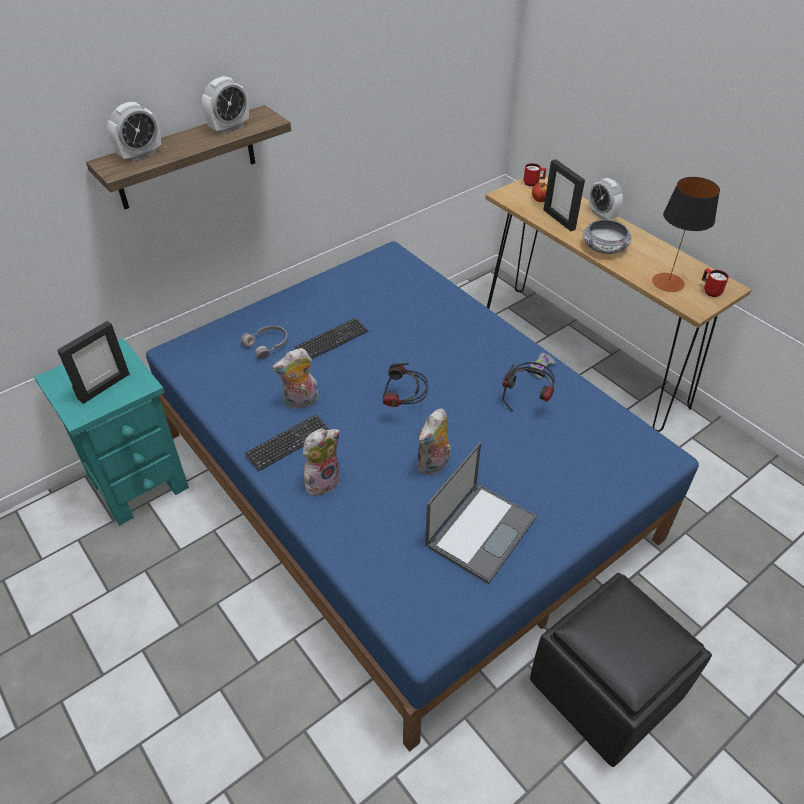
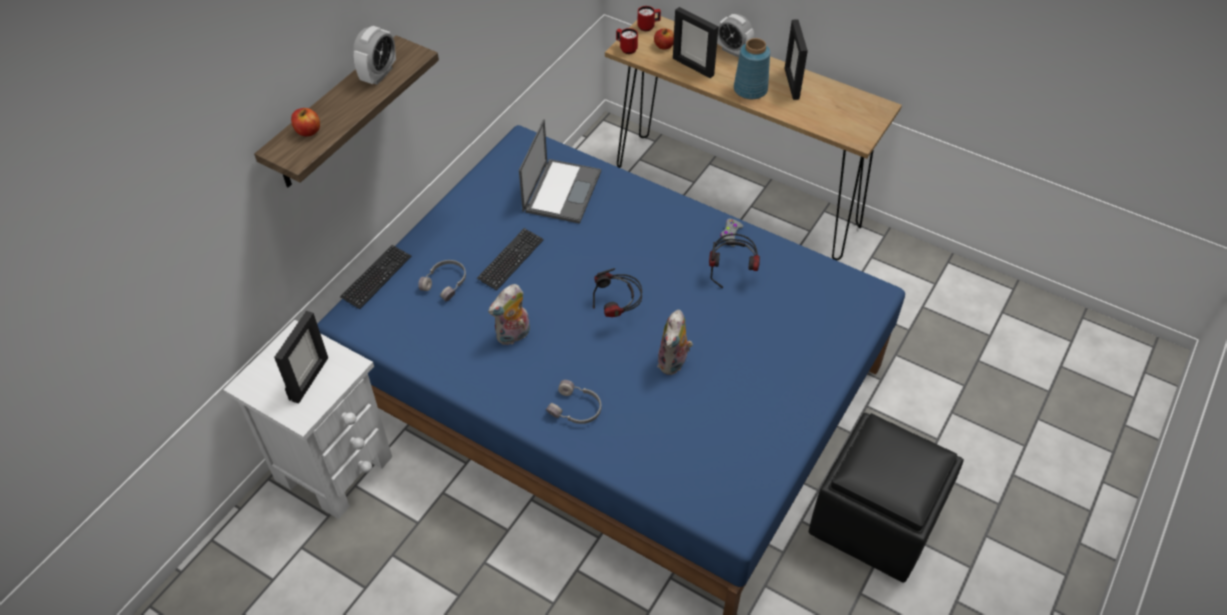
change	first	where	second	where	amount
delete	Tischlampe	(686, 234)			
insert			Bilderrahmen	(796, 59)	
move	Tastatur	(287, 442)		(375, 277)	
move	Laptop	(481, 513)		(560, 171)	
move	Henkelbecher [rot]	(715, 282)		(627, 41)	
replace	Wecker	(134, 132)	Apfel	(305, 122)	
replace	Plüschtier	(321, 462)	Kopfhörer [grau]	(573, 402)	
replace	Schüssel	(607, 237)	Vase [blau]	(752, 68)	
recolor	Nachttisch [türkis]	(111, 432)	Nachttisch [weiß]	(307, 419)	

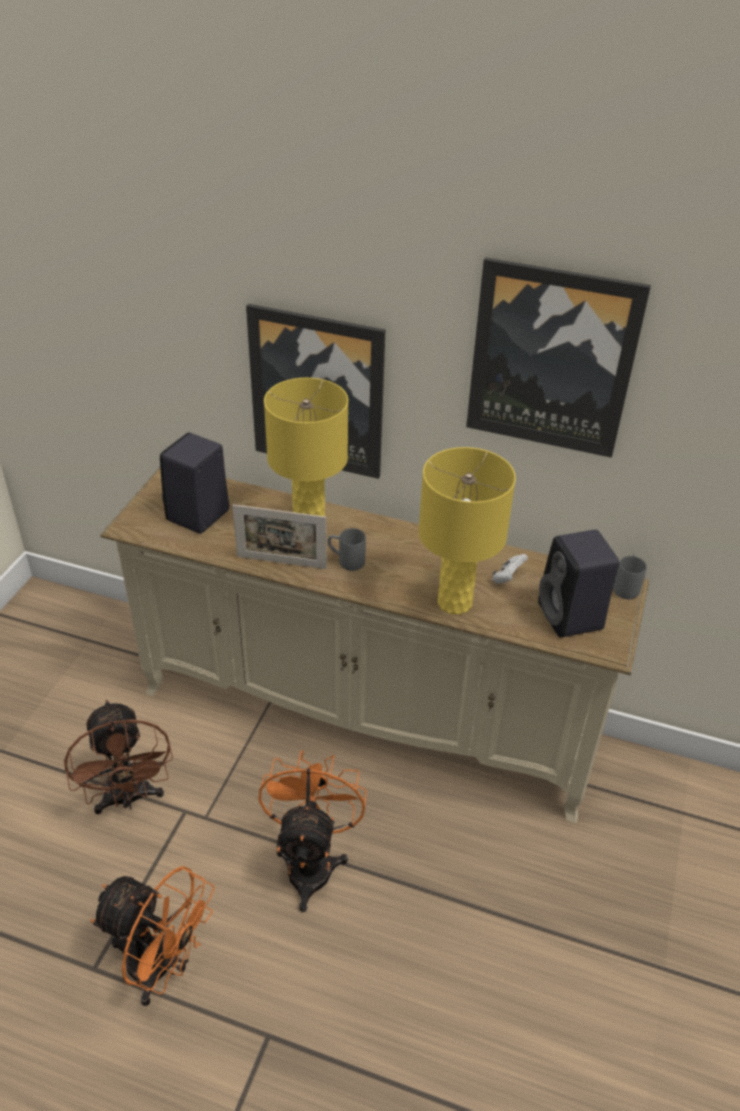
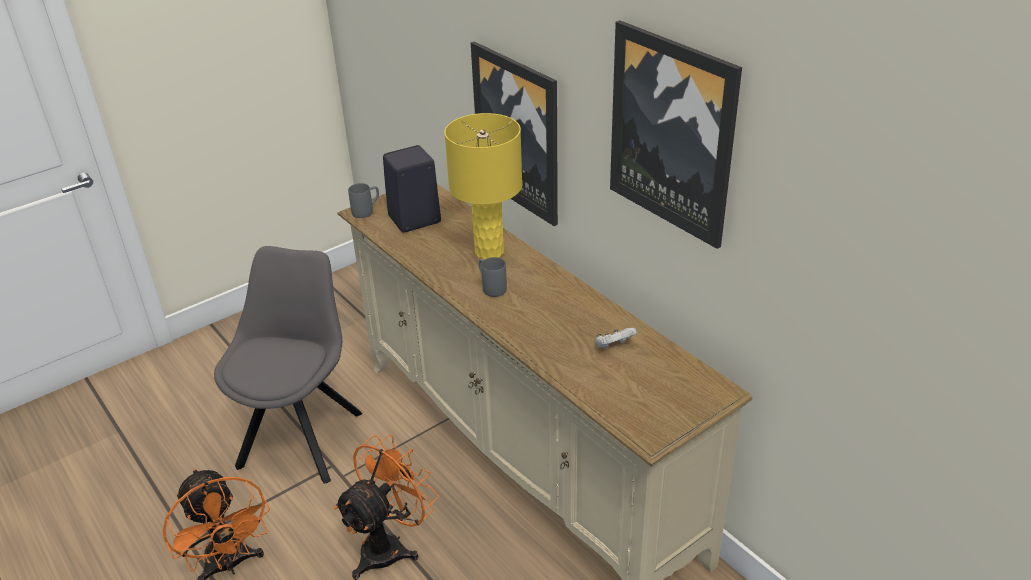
change	first	where	second	where	amount
delete	Bilderrahmen	(279, 536)			
delete	Tischlampe [gelb]	(467, 531)			
delete	Lautsprecher [schwarz]	(578, 583)			
move	Henkelbecher [grau]	(630, 576)		(363, 200)	
replace	Ventilator [braun]	(118, 757)	Stuhl [grau]	(288, 365)	

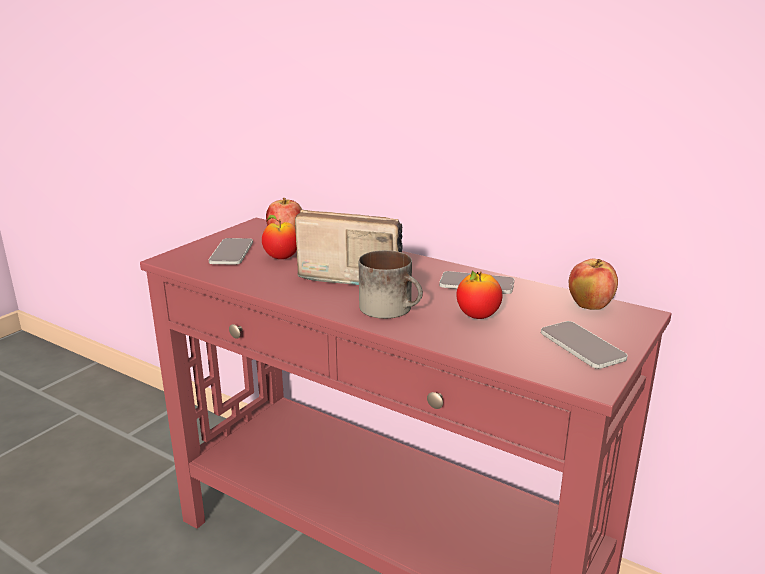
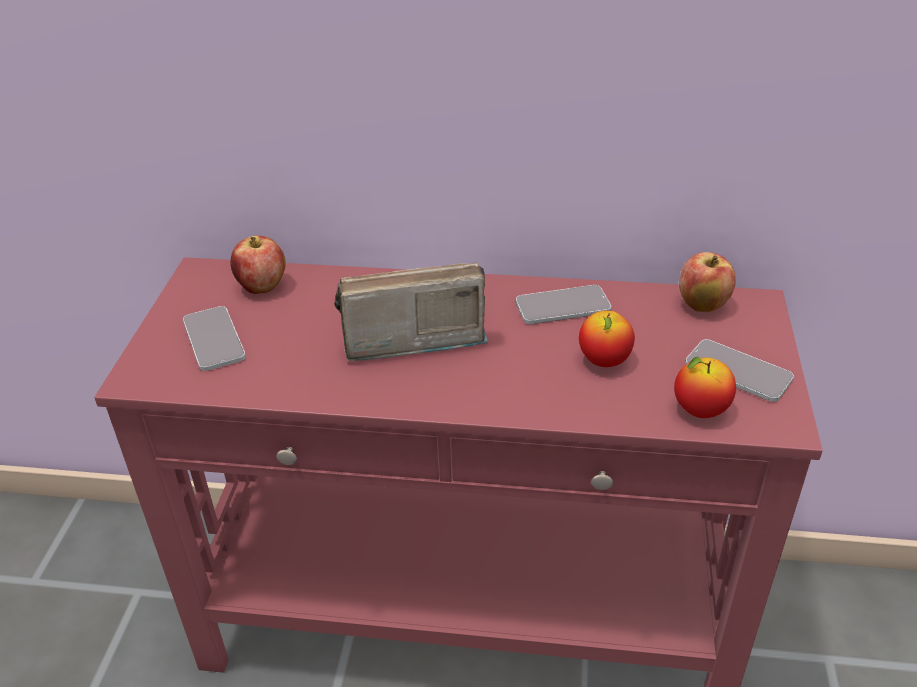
change	first	where	second	where	amount
delete	Henkelbecher	(391, 284)			
move	Apfel	(279, 237)		(705, 387)	

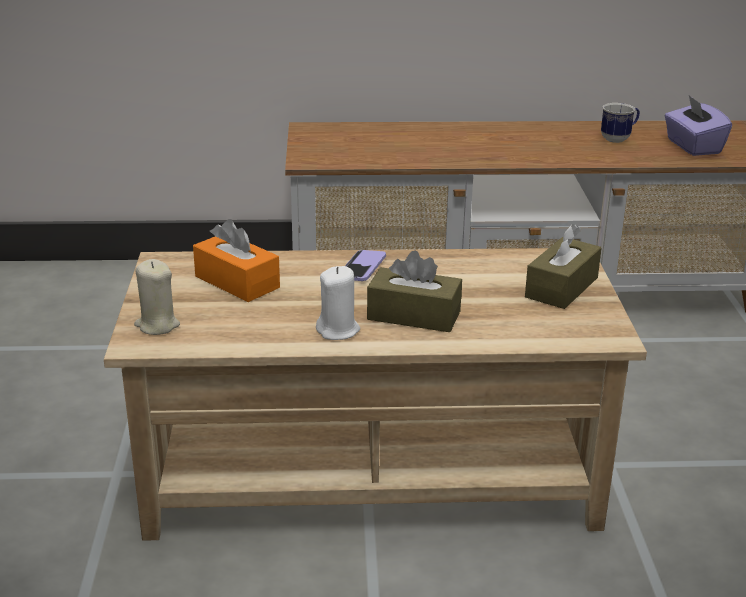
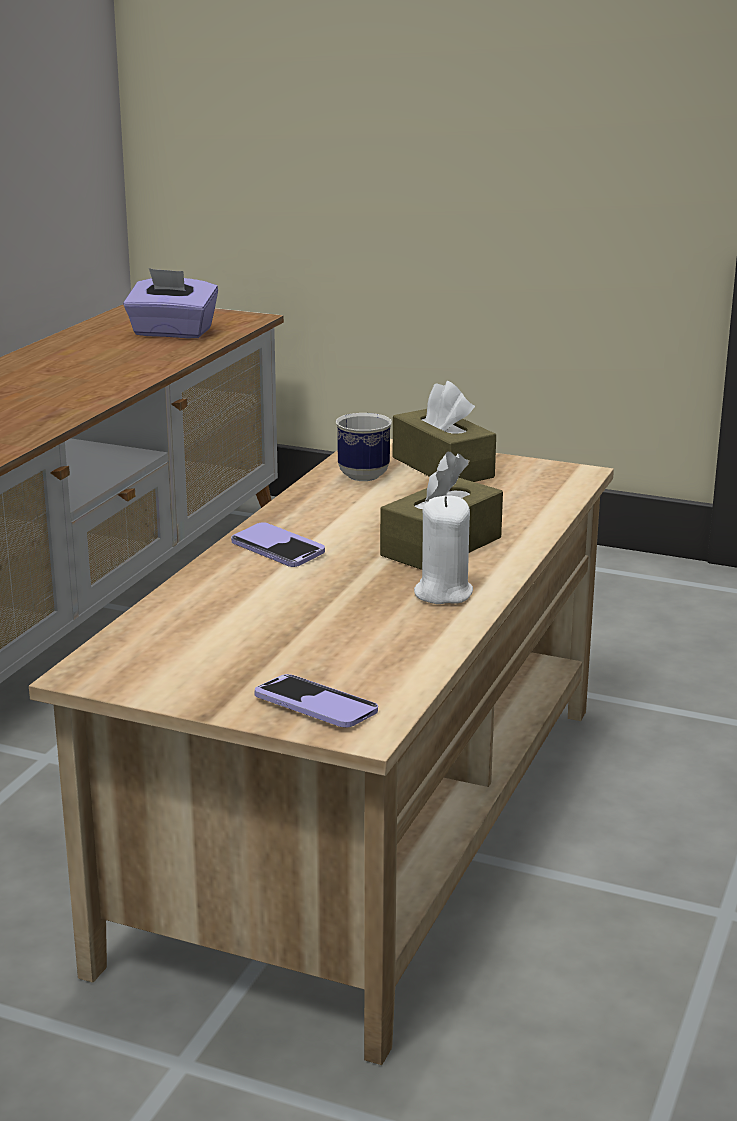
change	first	where	second	where	amount
delete	Taschentuchbox [orange]	(236, 260)			
move	Henkelbecher	(620, 123)		(364, 447)	
replace	Kerze [beige]	(157, 297)	Handy	(316, 701)	

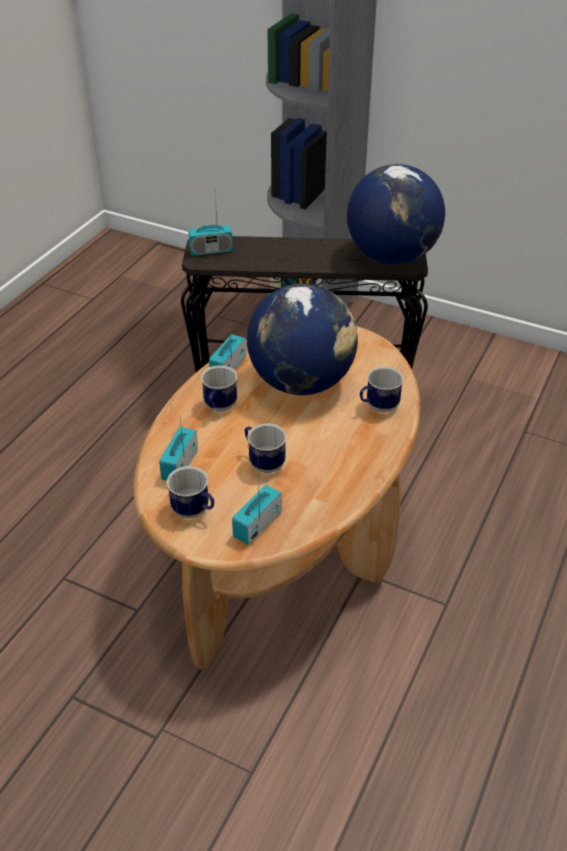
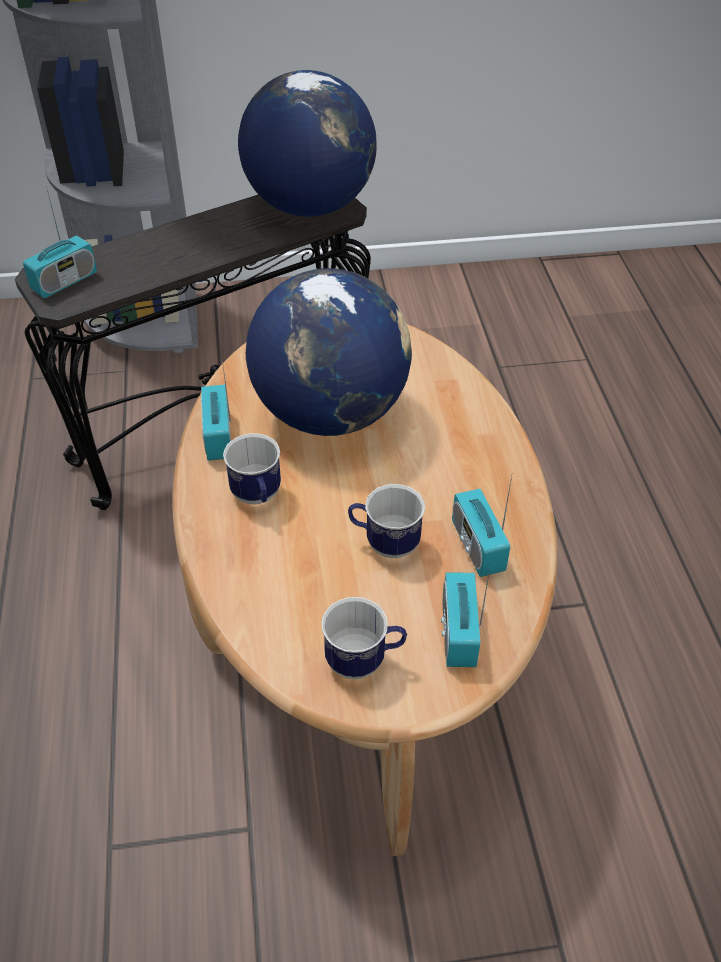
change	first	where	second	where	amount
delete	Henkelbecher	(382, 389)			
move	Radio	(178, 450)		(482, 524)	

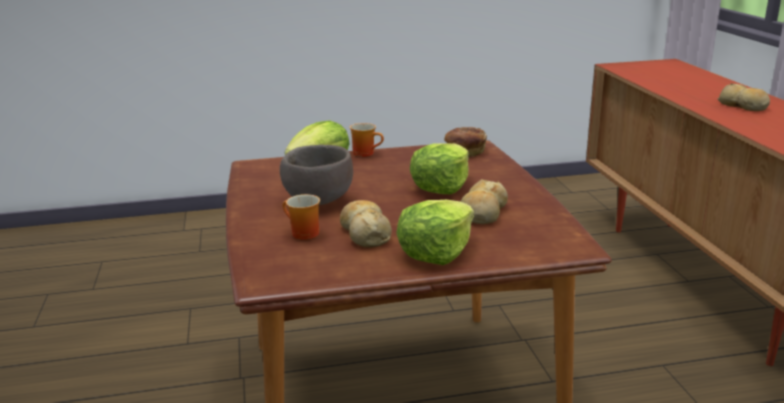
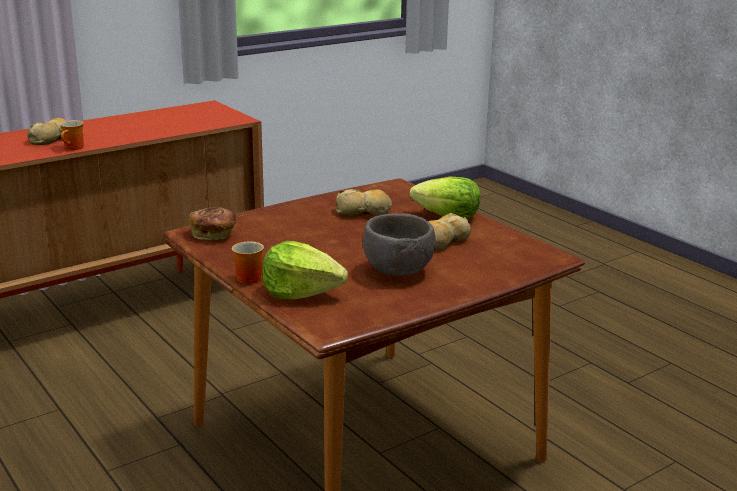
change	first	where	second	where	amount
delete	Salatkopf	(439, 168)			
move	Henkelbecher	(301, 217)		(72, 135)	

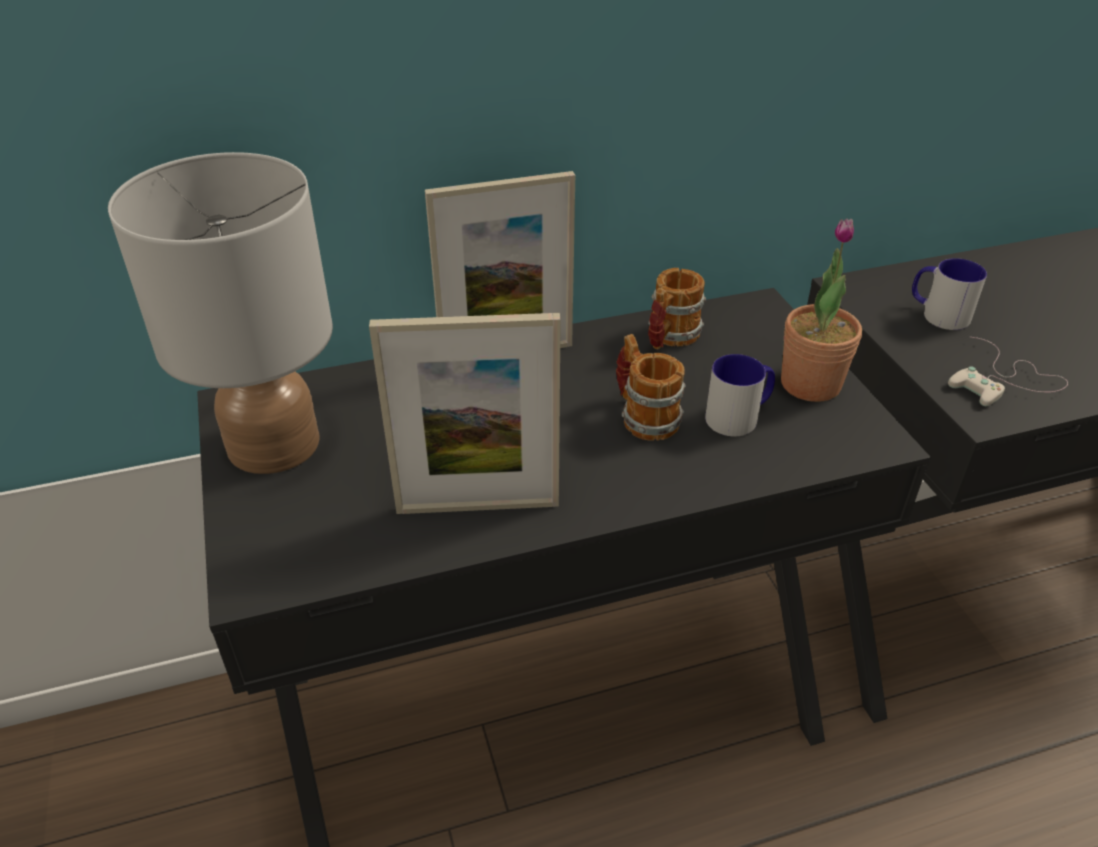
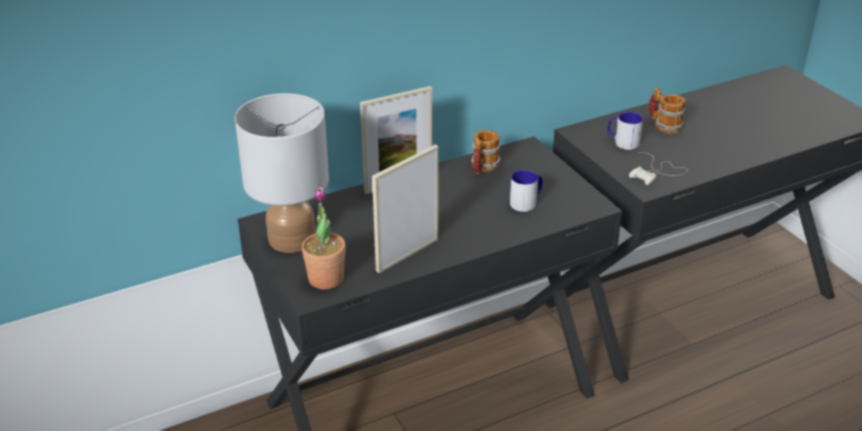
change	first	where	second	where	amount
move	Henkelbecher	(651, 387)		(667, 110)	
move	Topfpflanze	(821, 310)		(324, 238)	
rotate	Bilderrahmen	(465, 413)		(405, 209)	150 degrees clockwise

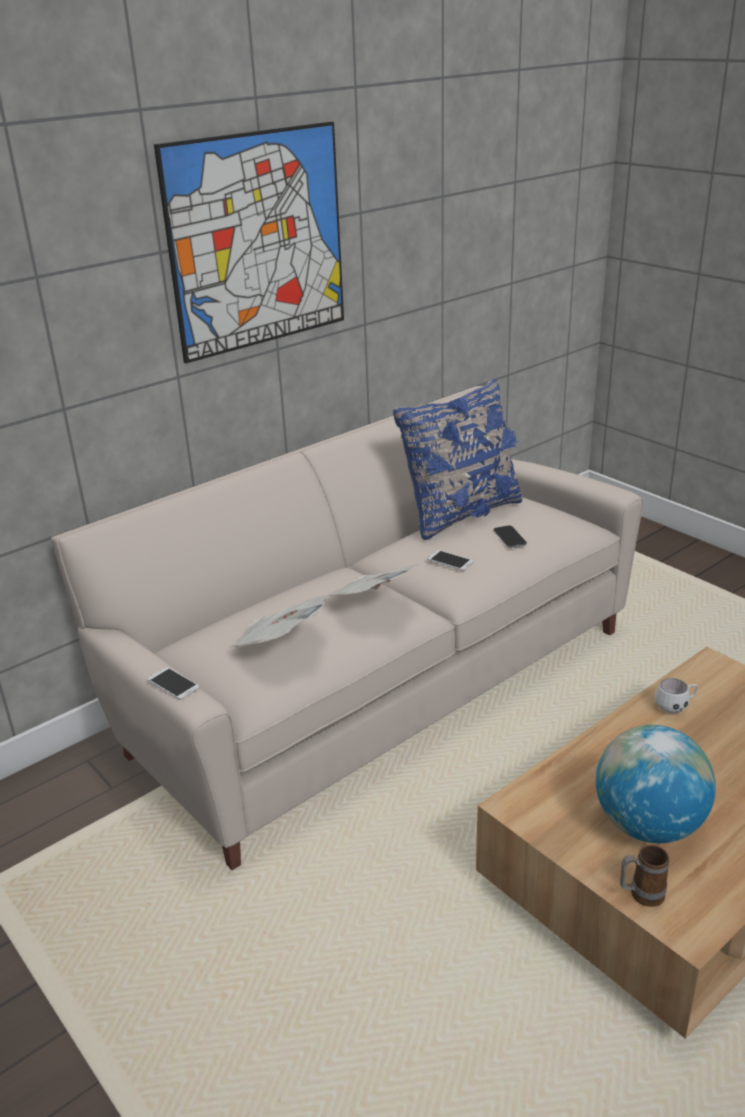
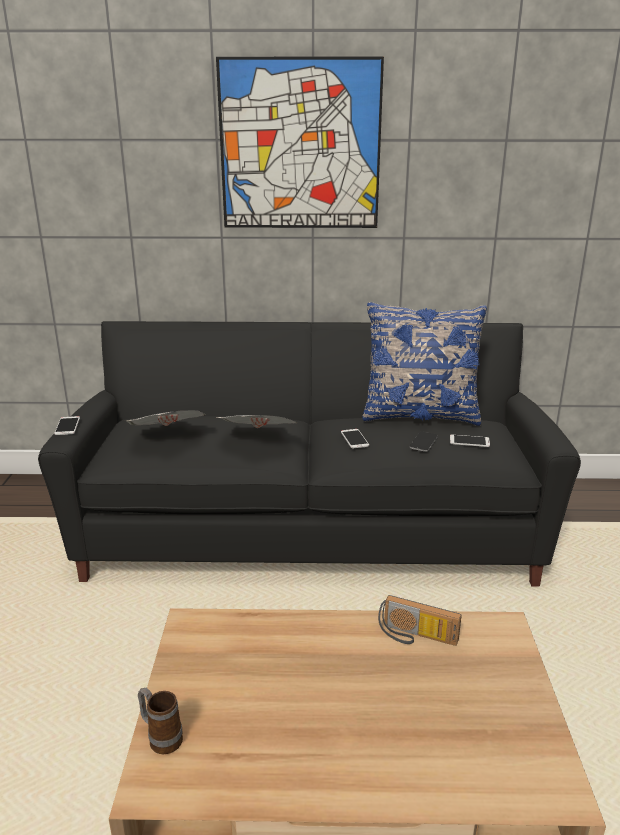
change	first	where	second	where	amount
delete	Globus	(656, 784)			
insert			Handy	(470, 441)	
replace	Henkelbecher [weiß]	(676, 696)	Radio	(420, 620)	
recolor	Sofa [beige]	(347, 628)	Sofa [schwarz]	(309, 454)	

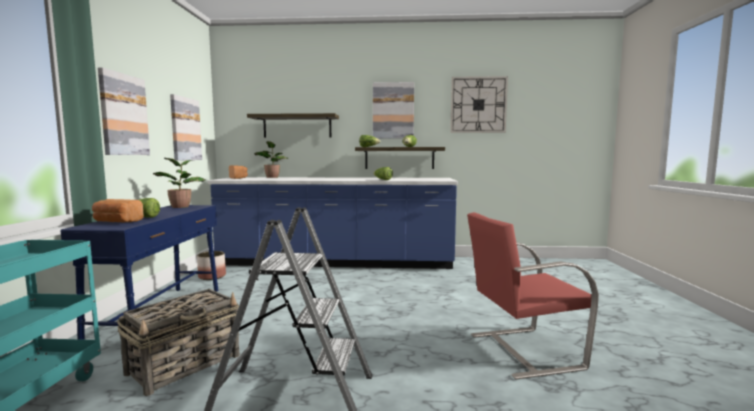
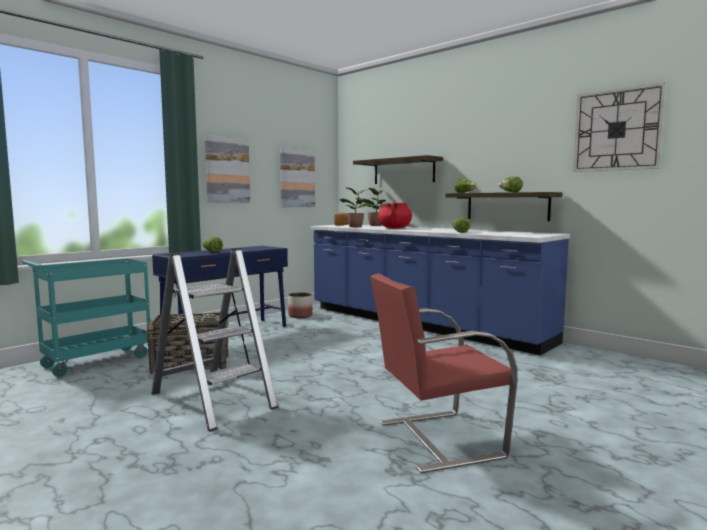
change	first	where	second	where	amount
delete	Brot	(118, 210)			
delete	Bild	(393, 110)			
insert			Kochtopf [rot]	(395, 216)	
move	Topfpflanze	(179, 183)		(357, 207)	
rotate	Stuhl [rot]	(533, 296)		(444, 373)	45 degrees counterclockwise

